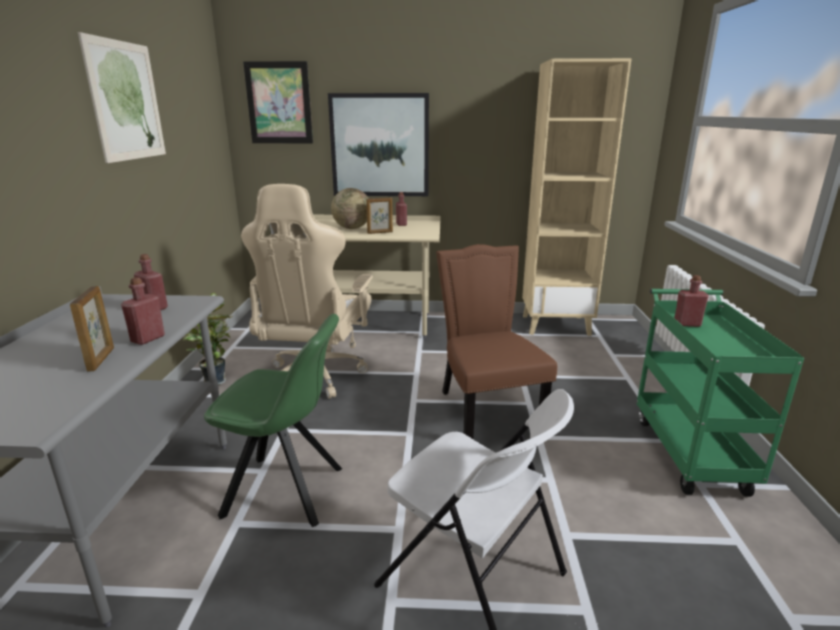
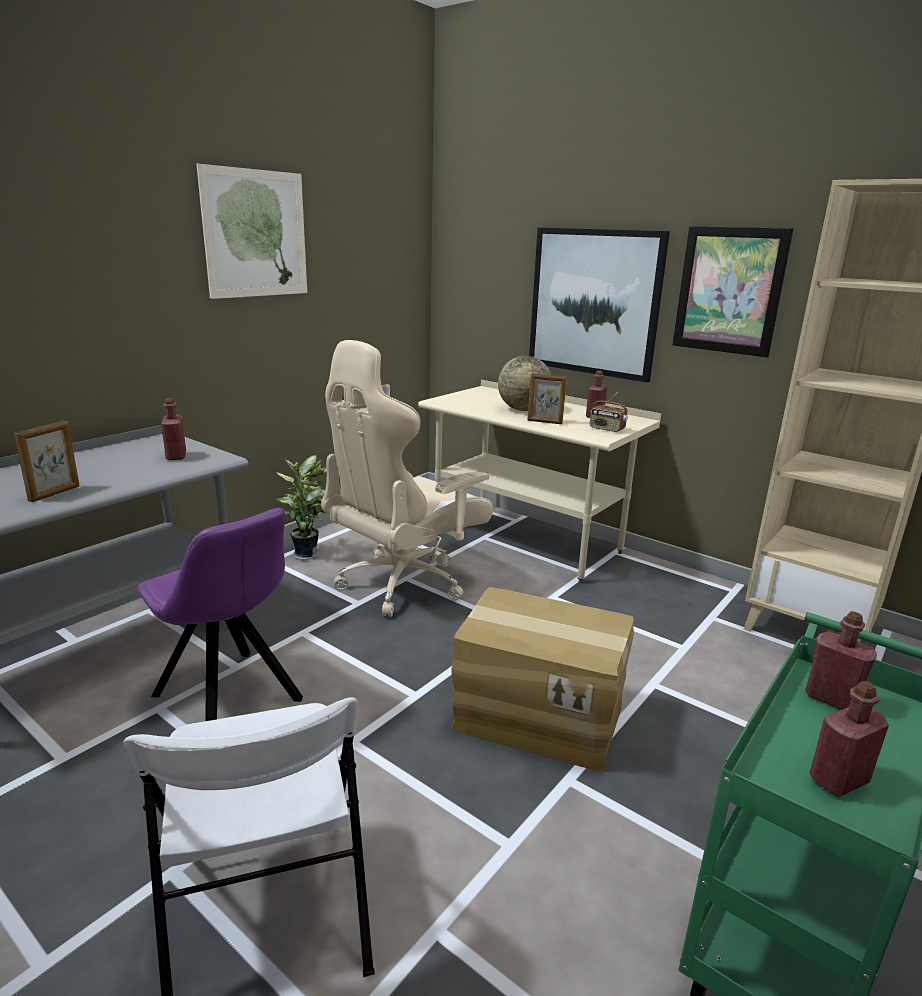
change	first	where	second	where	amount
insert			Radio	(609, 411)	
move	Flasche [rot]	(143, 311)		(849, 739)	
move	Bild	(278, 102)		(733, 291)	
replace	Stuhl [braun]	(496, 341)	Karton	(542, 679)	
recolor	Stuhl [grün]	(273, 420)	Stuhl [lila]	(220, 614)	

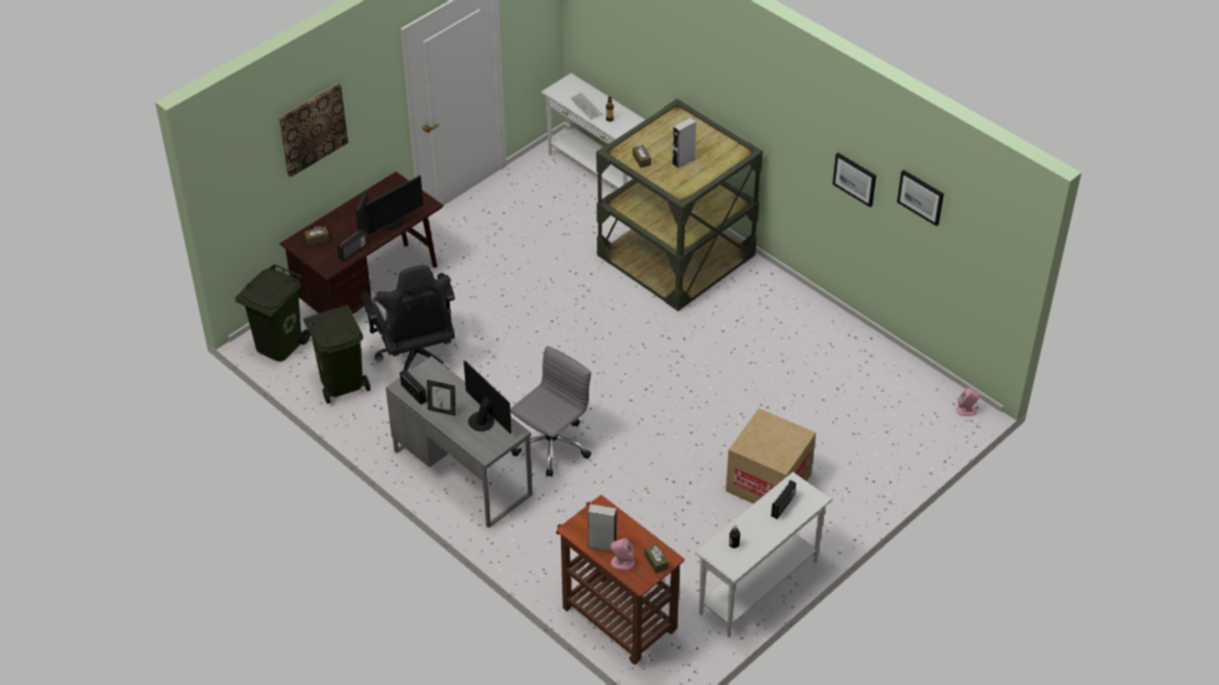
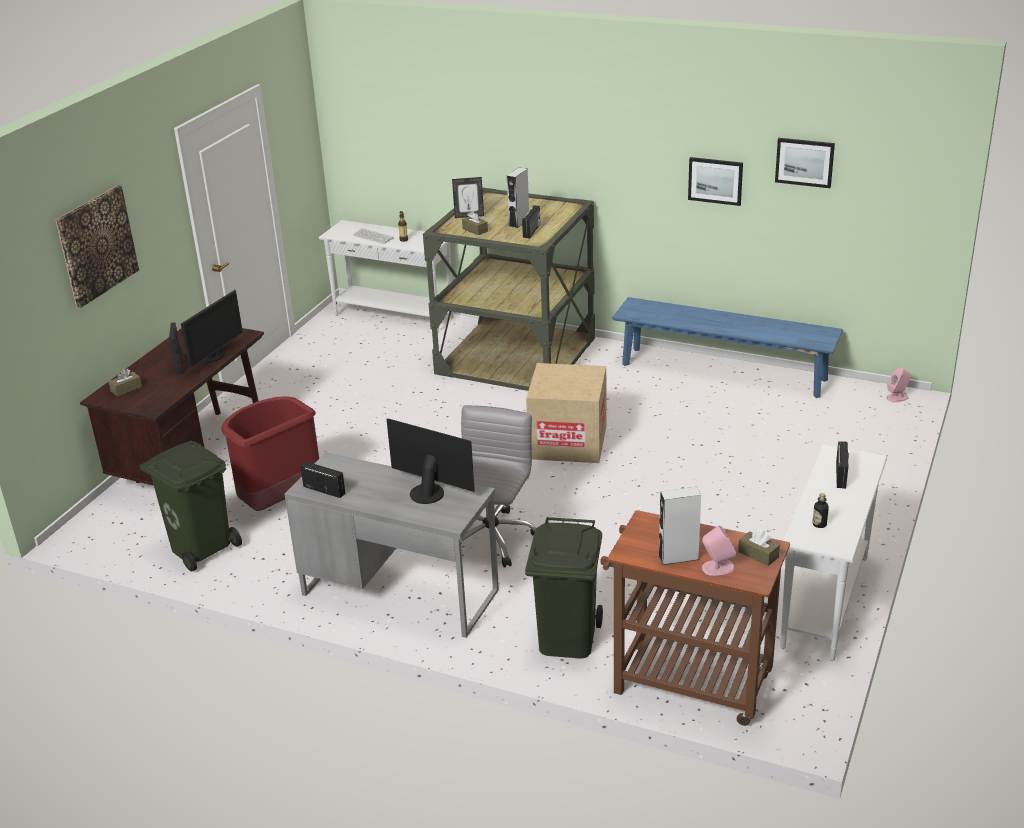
change	first	where	second	where	amount
insert			Bank [blau]	(727, 347)	
move	Mülleimer [grün]	(272, 313)		(564, 587)	
move	Radio	(351, 245)		(531, 221)	
move	Bilderrahmen	(441, 398)		(468, 197)	
move	Karton	(771, 456)		(566, 413)	
replace	Bürostuhl [schwarz]	(408, 318)	Mülleimer [rot]	(270, 453)	

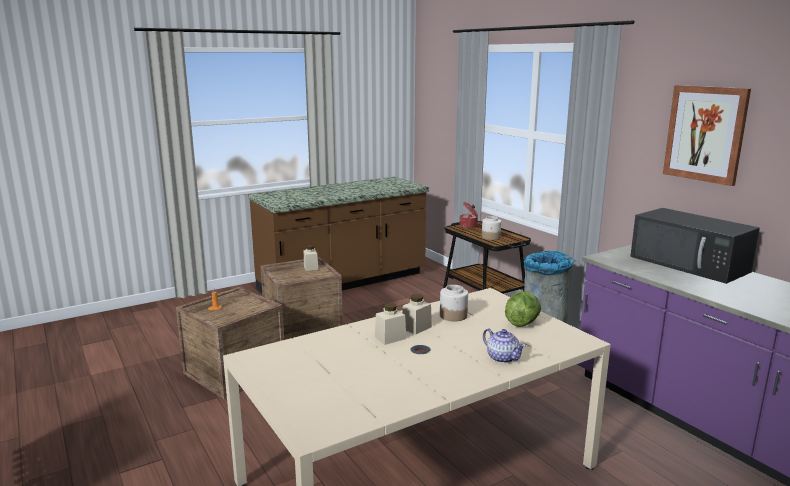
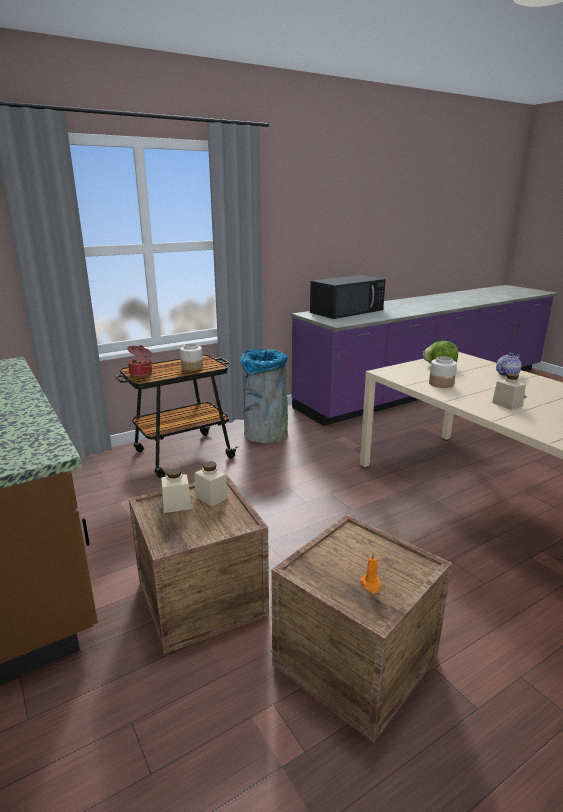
change	first	where	second	where	amount
delete	Bild	(707, 135)			
move	Vorratsglas [beige]	(417, 314)		(211, 484)	

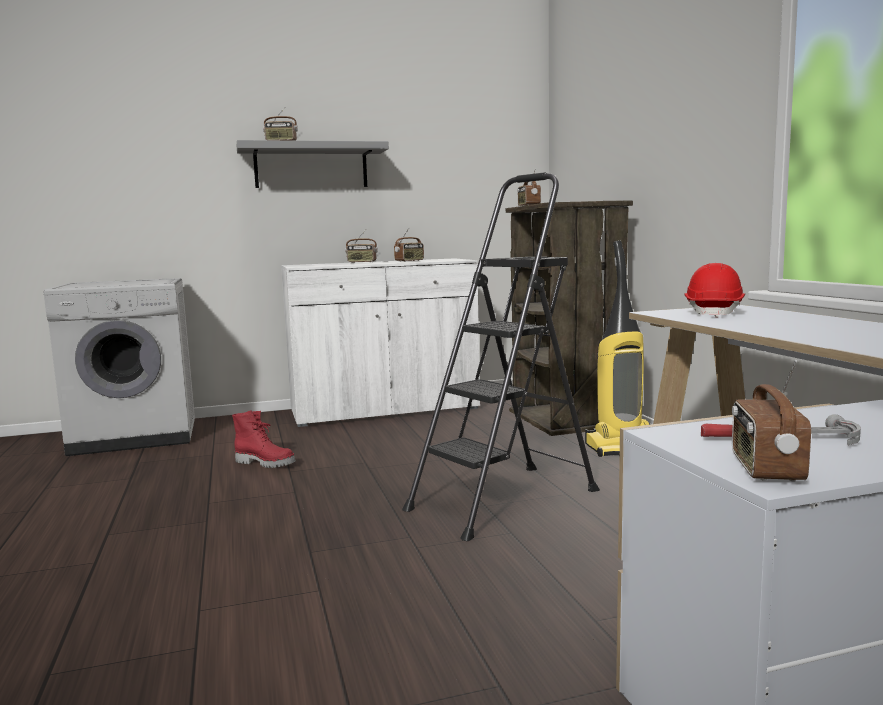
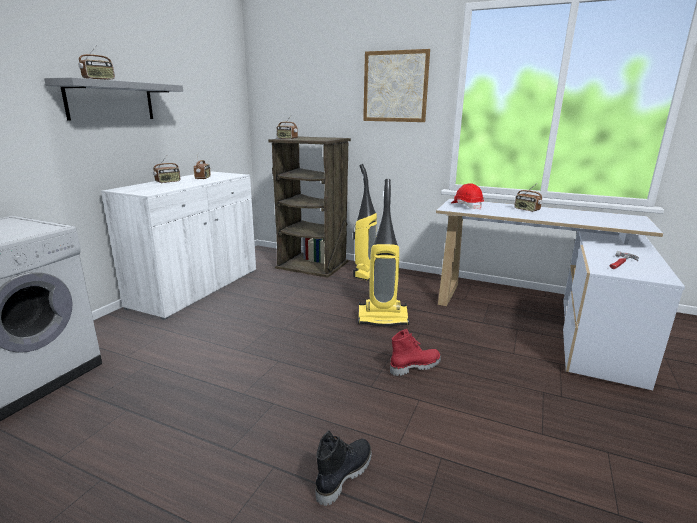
change	first	where	second	where	amount
insert			Stiefel [schwarz]	(344, 468)	
insert			Bild	(396, 85)	
move	Stiefel [rot]	(264, 439)		(415, 352)	
move	Radio	(771, 421)		(528, 198)	
replace	Trittleiter	(501, 356)	Staubsauger	(383, 253)	

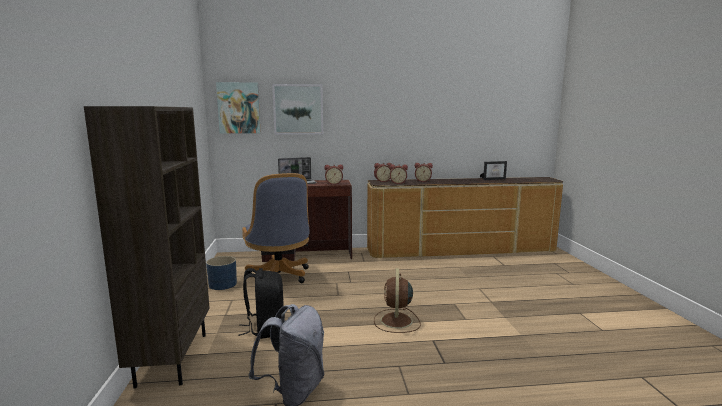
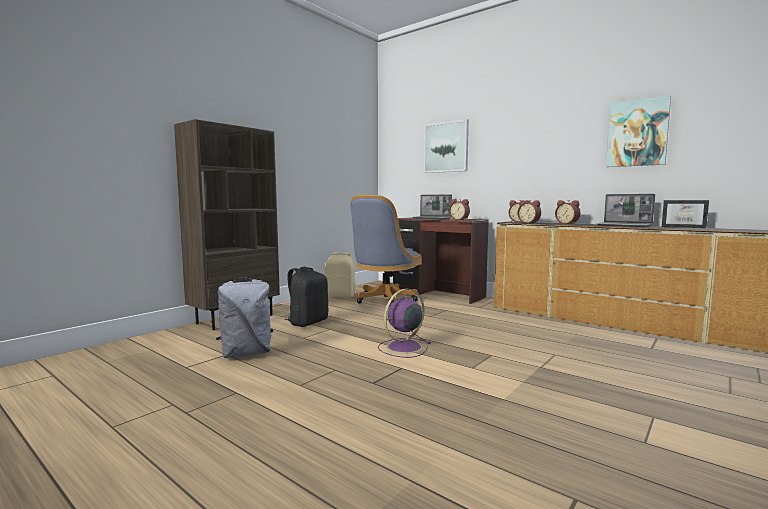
change	first	where	second	where	amount
insert			Laptop	(625, 210)	
move	Bild	(238, 108)		(638, 131)	
replace	Pflanzkübel [blau]	(221, 273)	Rucksack [beige]	(340, 274)	
recolor	Ventilator [braun]	(397, 300)	Ventilator [lila]	(404, 323)	

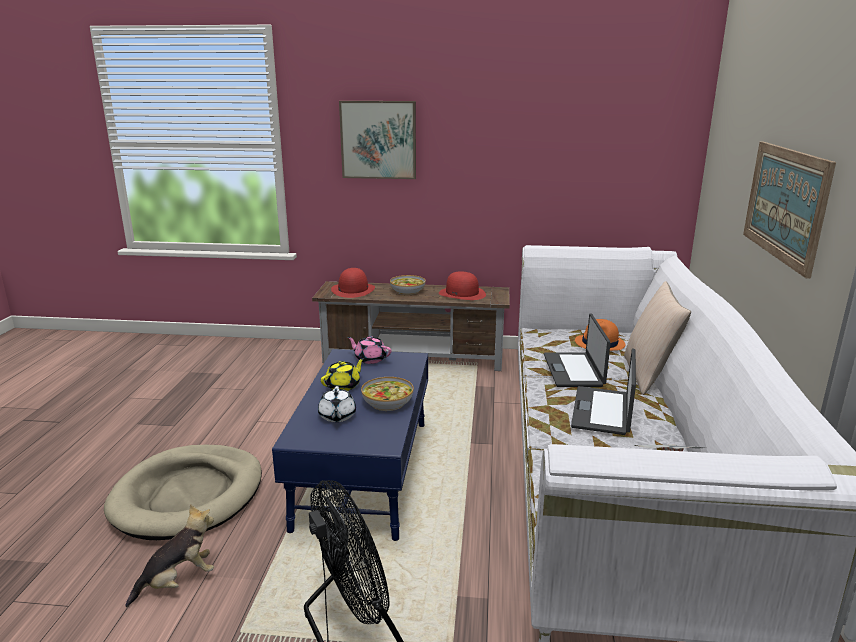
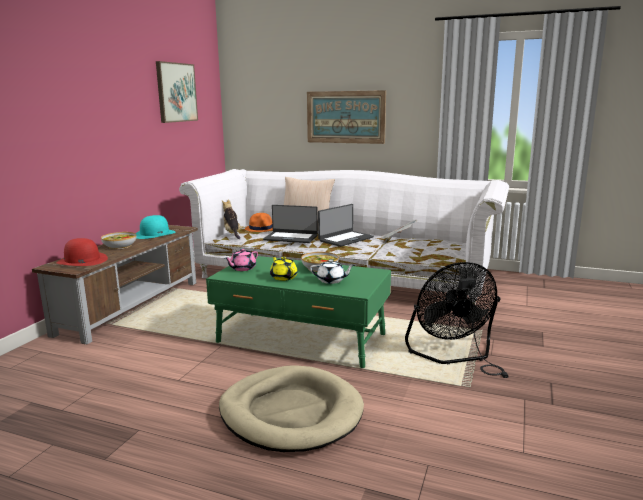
change	first	where	second	where	amount
move	Plüschtier	(169, 555)		(233, 219)	
move	Bild	(377, 140)		(177, 92)	
recolor	Couchtisch [blau]	(350, 445)	Couchtisch [grün]	(298, 312)	
recolor	Hut [rot]	(462, 285)	Hut [türkis]	(155, 227)	
rotate	Laptop	(603, 391)		(346, 225)	75 degrees counterclockwise

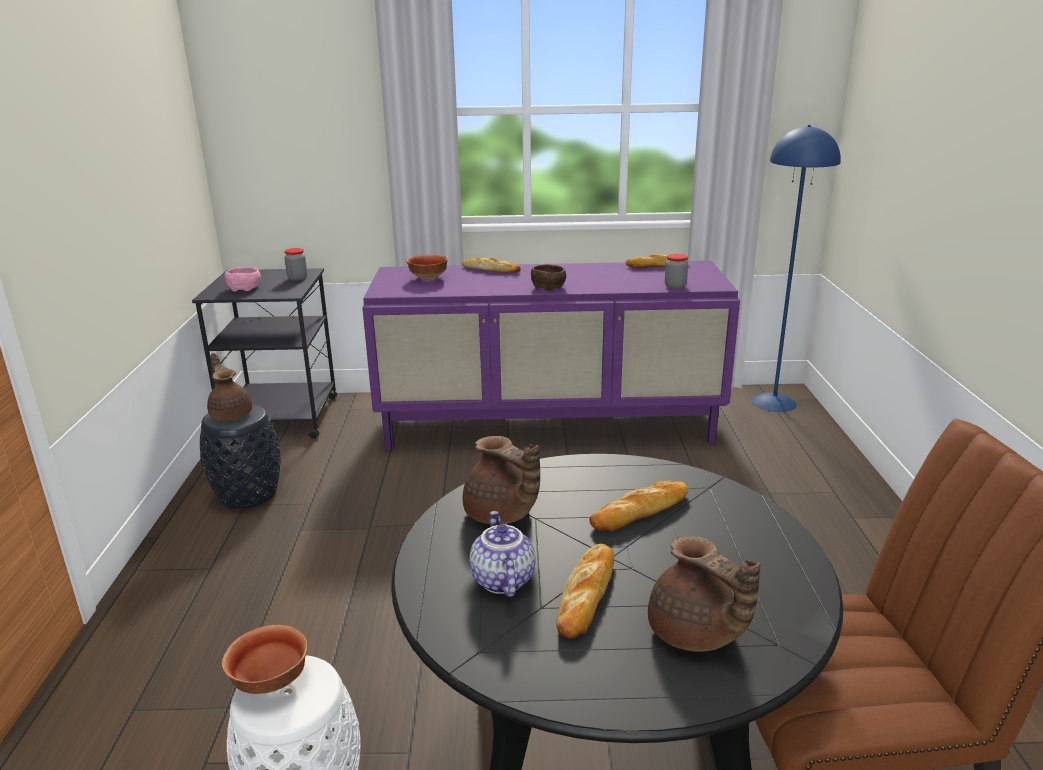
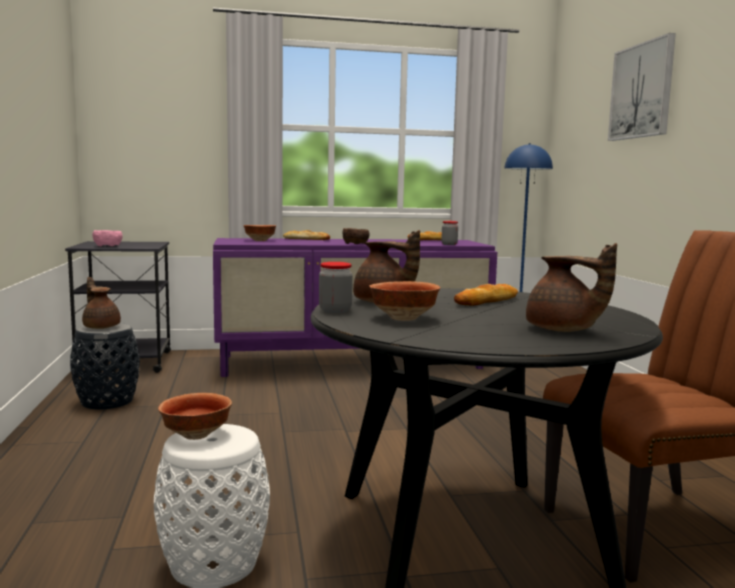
change	first	where	second	where	amount
delete	Brot	(585, 591)			
insert			Bild	(642, 87)	
move	Vorratsglas	(295, 264)		(336, 287)	
replace	Teekanne	(502, 554)	Schüssel	(404, 301)	

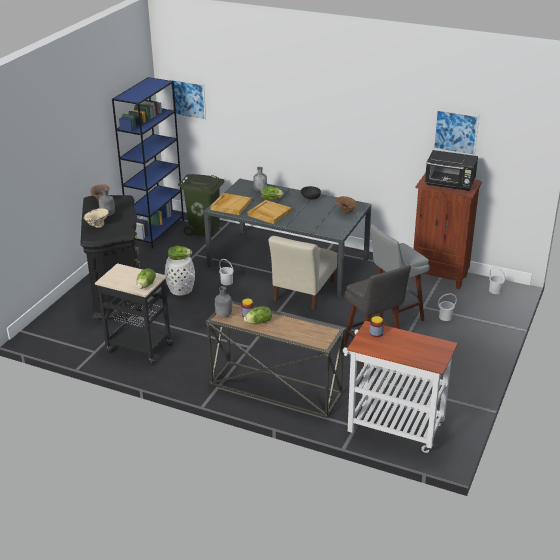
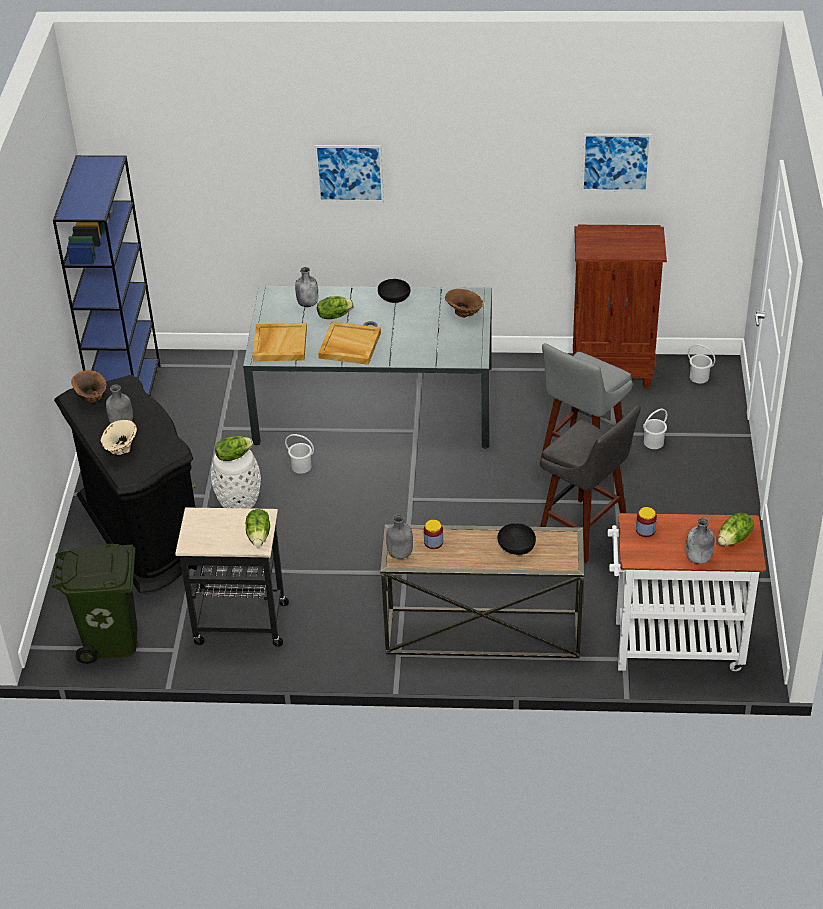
change	first	where	second	where	amount
delete	Stuhl [beige]	(302, 273)			
delete	Mikrowelle [schwarz]	(451, 170)			
insert			Schüssel [schwarz]	(516, 539)	
insert			Flasche [grau]	(700, 541)	
move	Bild	(188, 100)		(349, 173)	
move	Mülleimer [grün]	(201, 205)		(95, 604)	
move	Salatkopf	(258, 315)		(736, 529)	

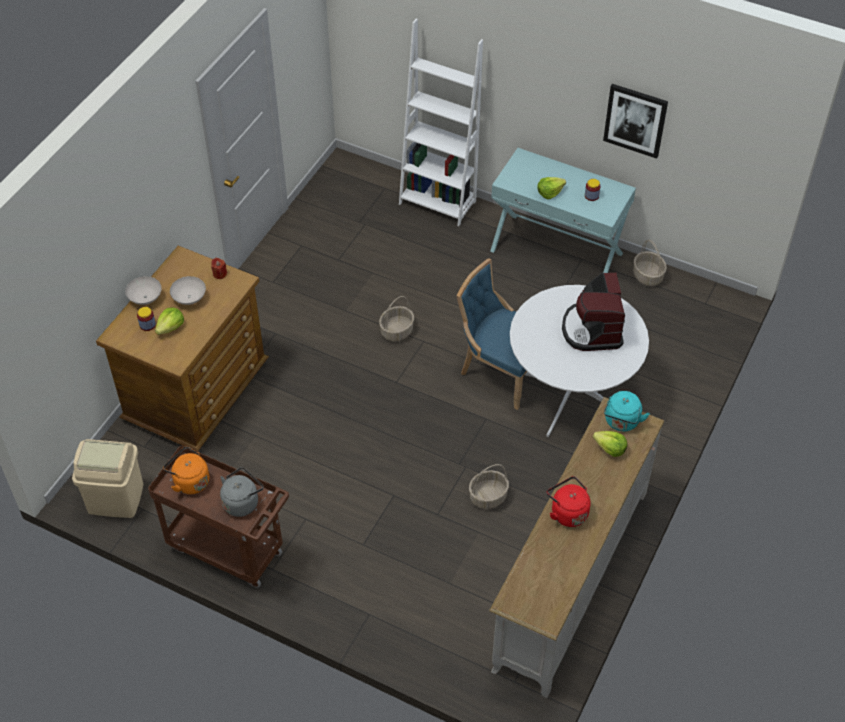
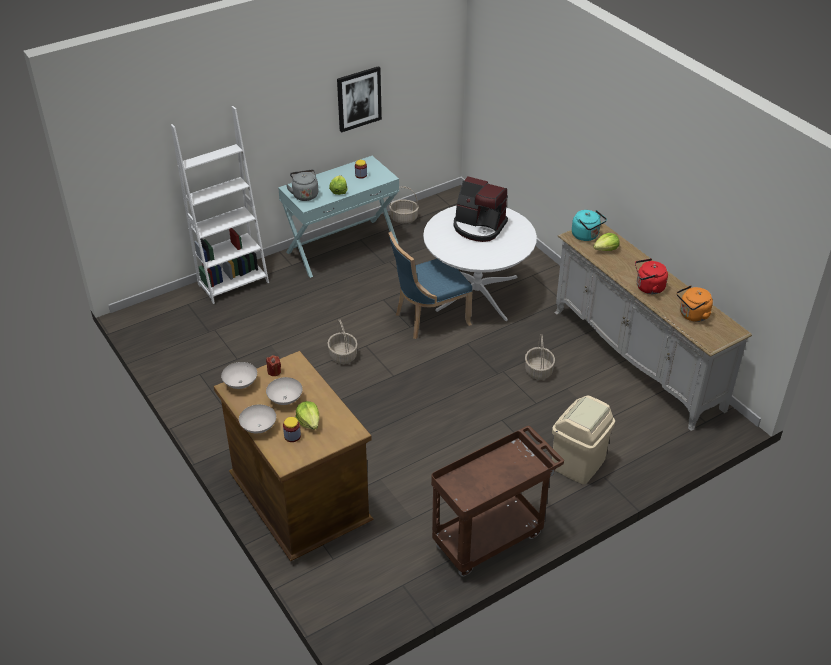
change	first	where	second	where	amount
insert			Schüssel [weiß]	(239, 375)	
move	Mülleimer [beige]	(107, 478)		(583, 440)	
move	Wasserkessel [orange]	(186, 470)		(695, 303)	
move	Wasserkessel [grau]	(242, 492)		(302, 185)	

